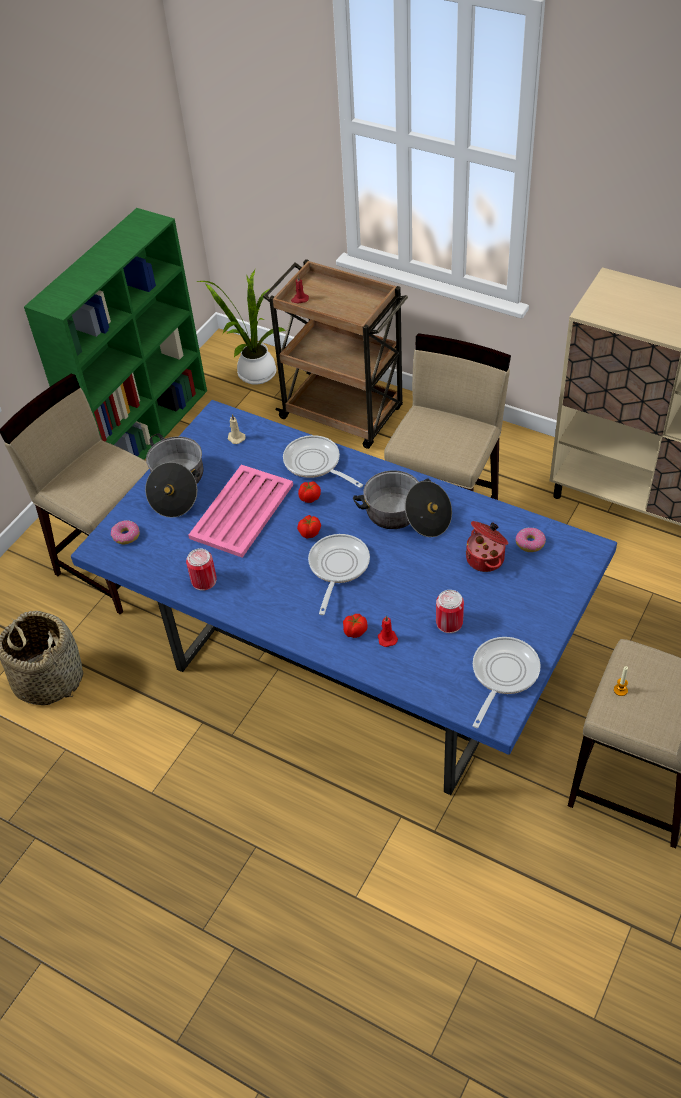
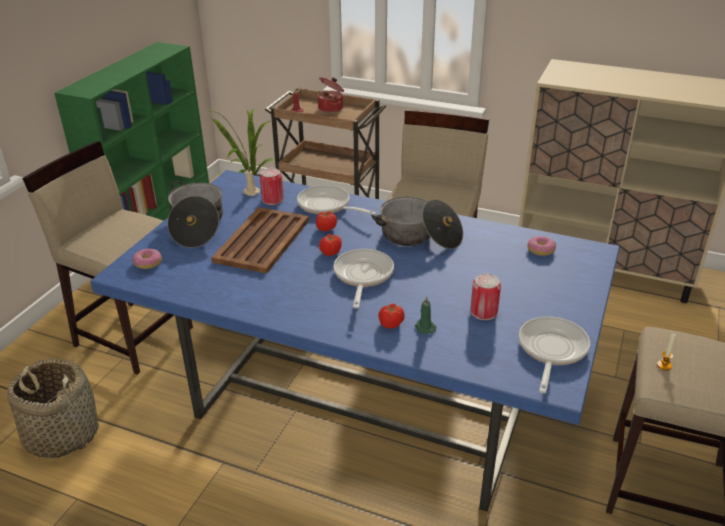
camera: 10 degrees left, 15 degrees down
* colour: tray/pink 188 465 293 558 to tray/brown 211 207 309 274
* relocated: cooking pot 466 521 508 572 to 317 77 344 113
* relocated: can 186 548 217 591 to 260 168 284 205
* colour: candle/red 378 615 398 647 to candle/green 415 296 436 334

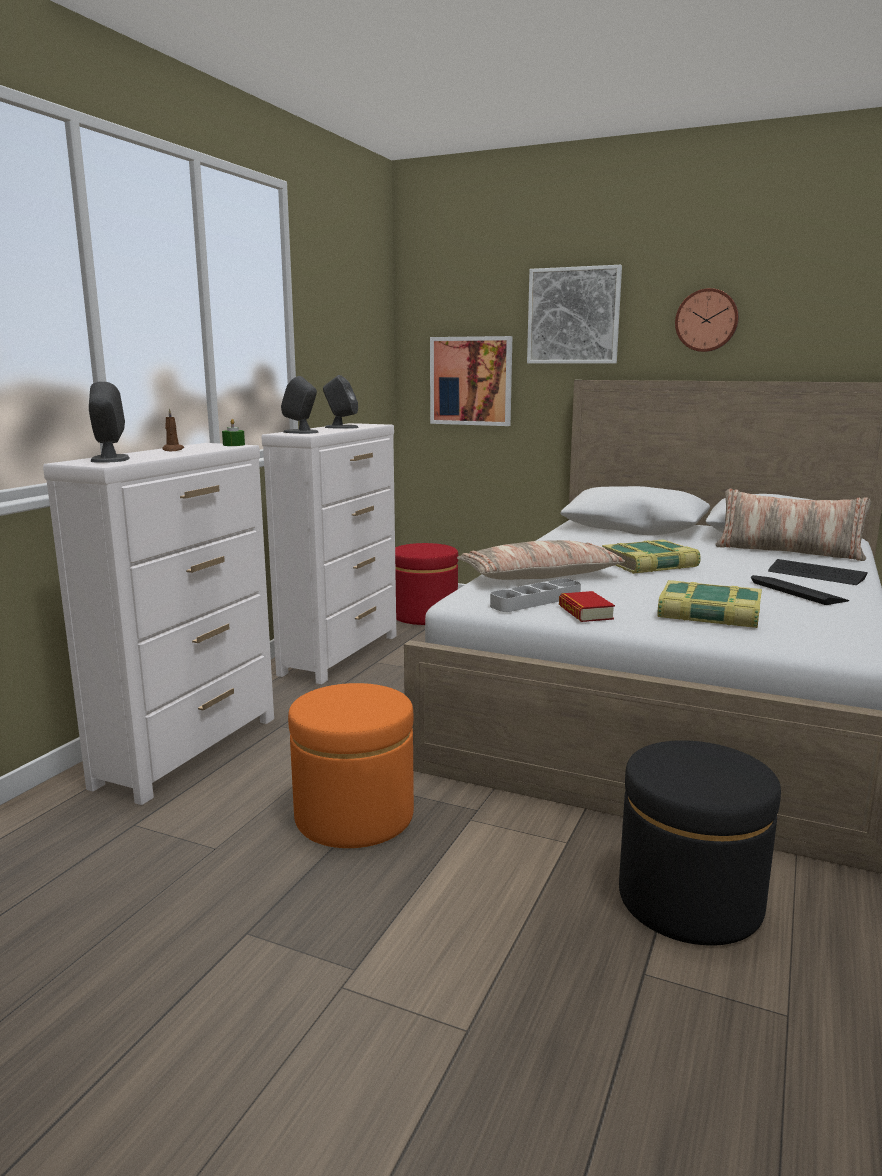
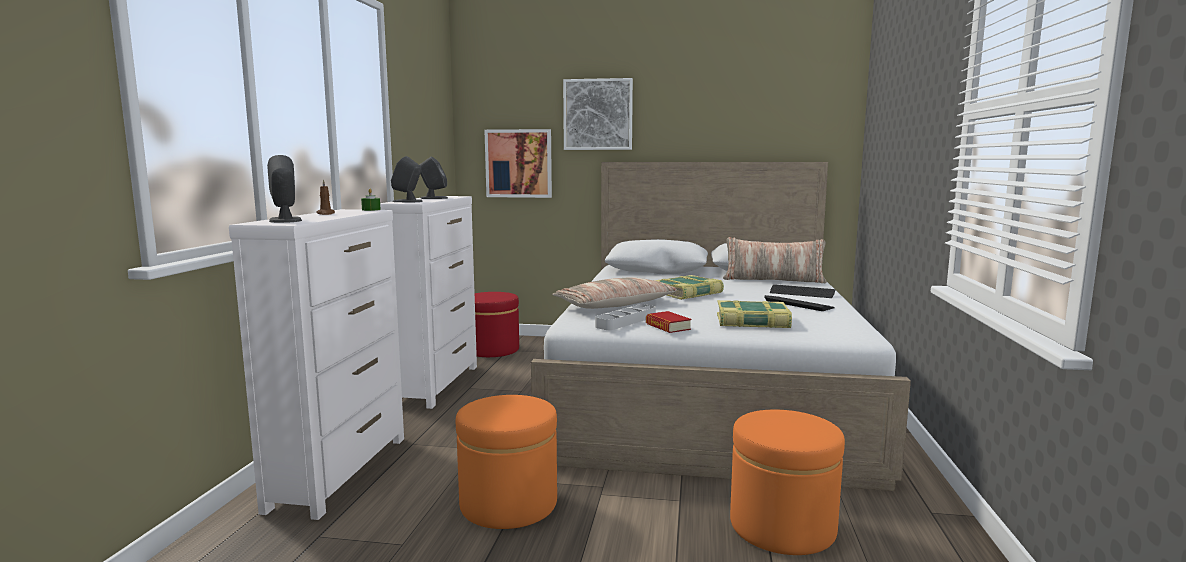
camera: 15 degrees left, 5 degrees down
* missing: wall clock 675 288 739 352
* colour: ottoman/black 619 740 781 946 to ottoman/orange 730 410 845 555

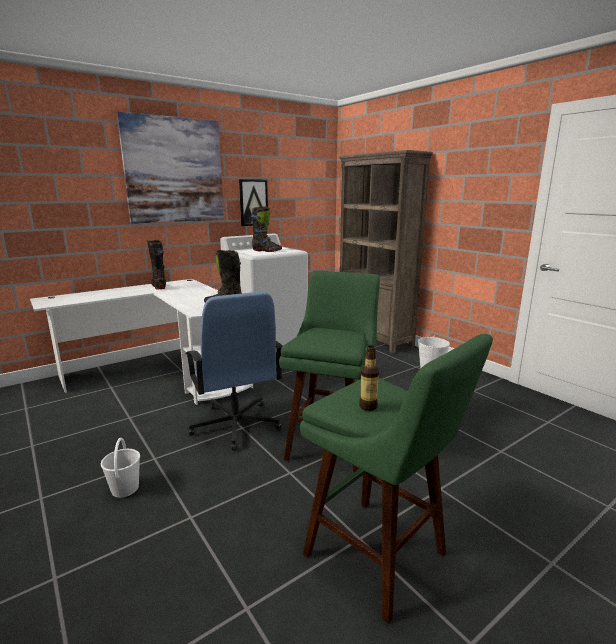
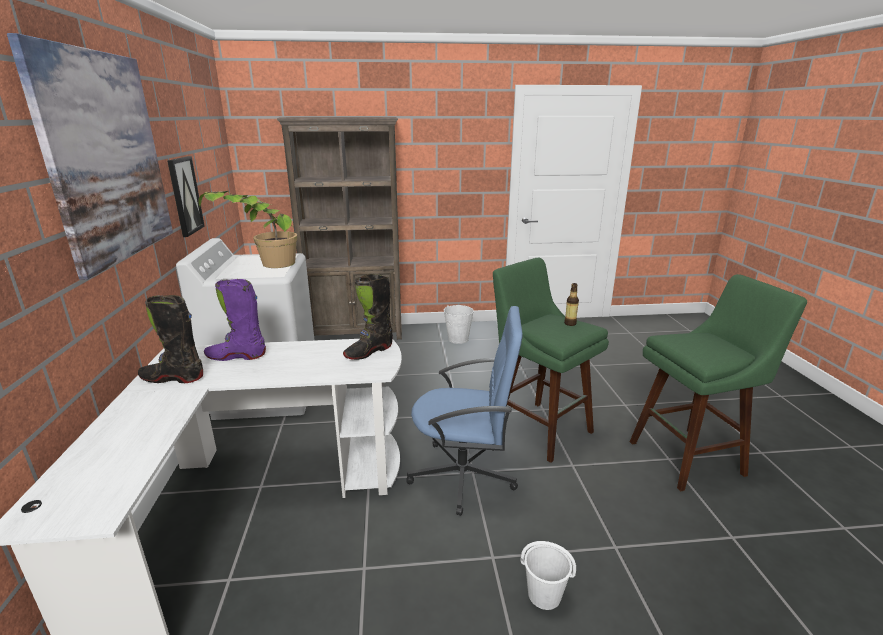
camera: 60 degrees left, 5 degrees up
* exchanged: boot/black 251 206 282 252 to potted plant 198 191 297 268
* relocated: bottle 359 345 379 411 to 564 283 579 326
* appeared: boot/purple 204 279 266 361

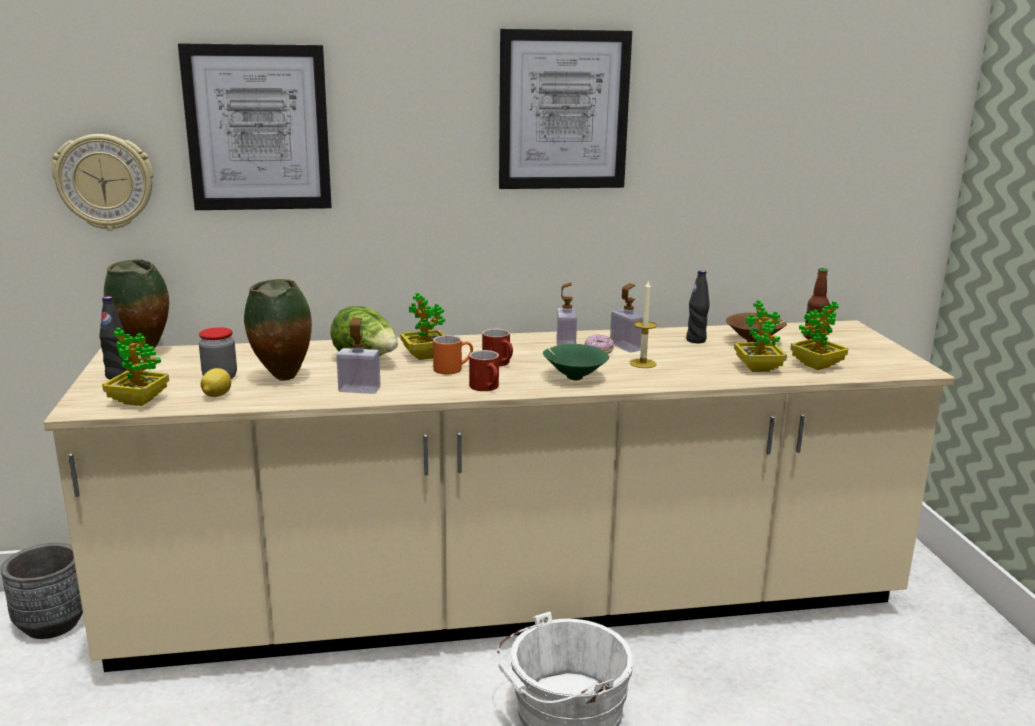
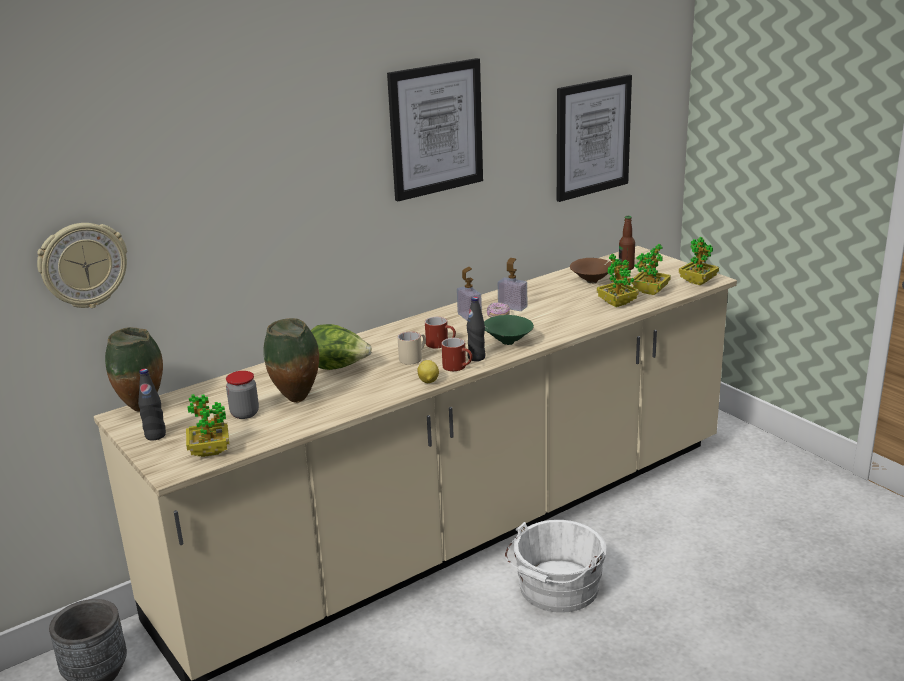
camera: 25 degrees left, 5 degrees up
* relocated: picture 178 43 332 210 to 557 75 632 202
* relocated: bottle/black 686 270 709 344 to 467 297 485 361
* missing: candle 630 281 657 368
* relocated: potted plant 400 293 445 360 to 679 237 719 285
* missing: soap dispenser 336 317 380 394
* colour: mug/orange 433 335 473 374 to mug/beige 398 331 426 364
* relocated: lemon 201 368 231 397 to 417 360 439 383

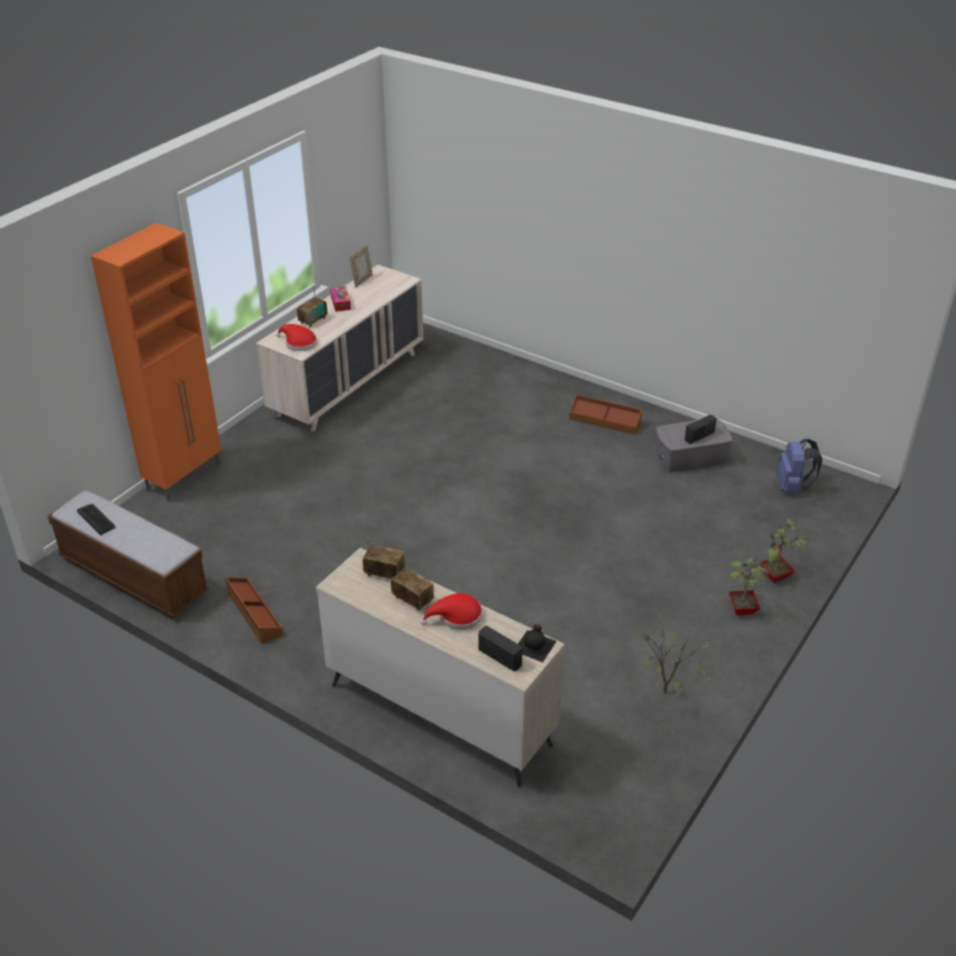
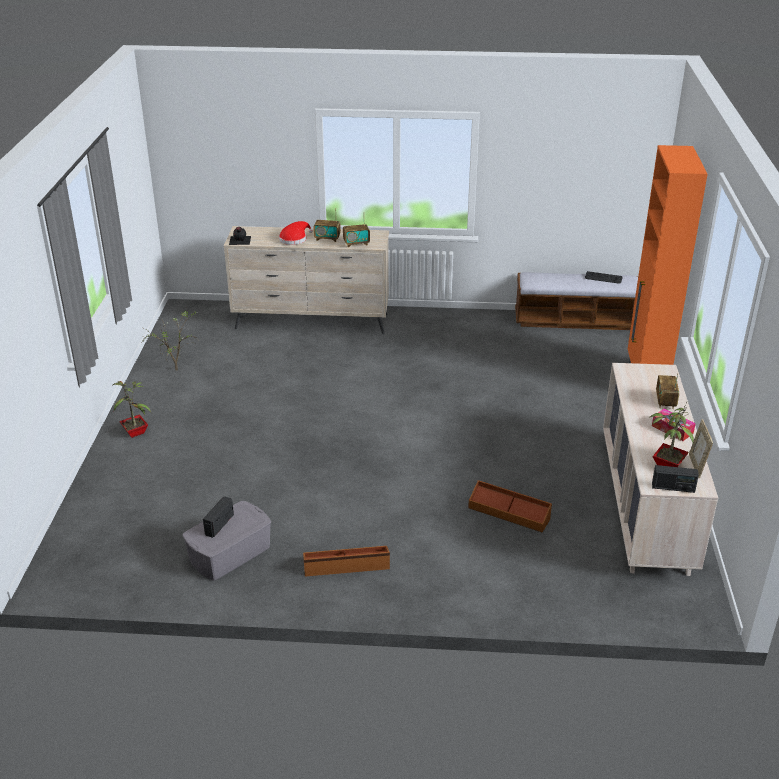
camera: 150 degrees right, 5 degrees down
* missing: hat/red 276 324 317 351
* missing: backpack/blue 776 439 822 491
* relocated: potted plant 760 518 809 583 to 650 402 694 467
* relocated: storage box/brown 225 577 283 644 to 468 480 552 532
* relocated: radio 478 626 523 671 to 652 465 699 493

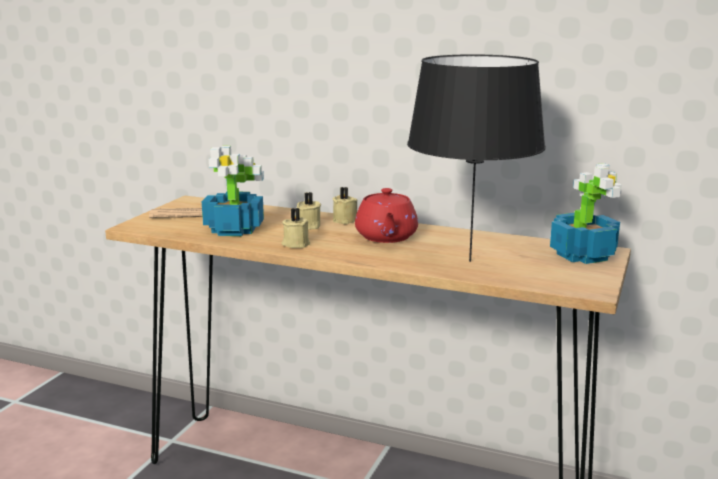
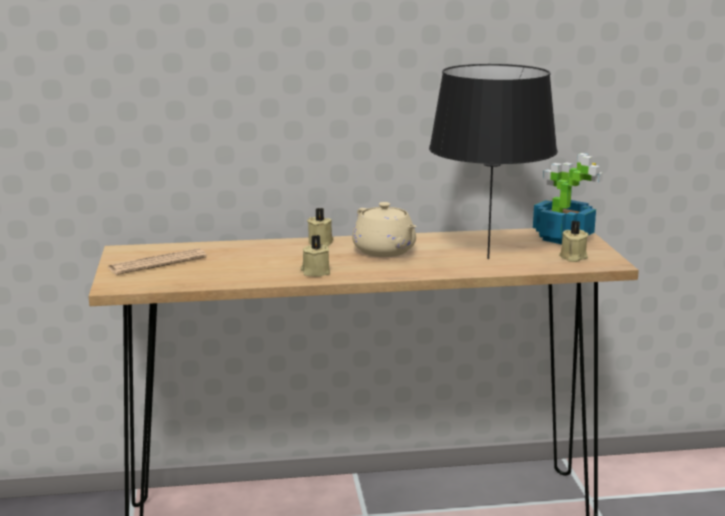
camera: 30 degrees left, 0 degrees up
* missing: potted plant 202 146 264 236
* colour: teapot/red 355 188 418 243 to teapot/beige 352 202 417 257
* relocated: candle/beige 297 192 321 229 to 559 221 589 262

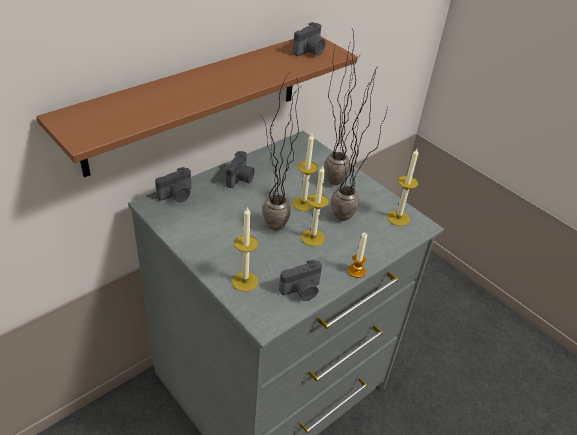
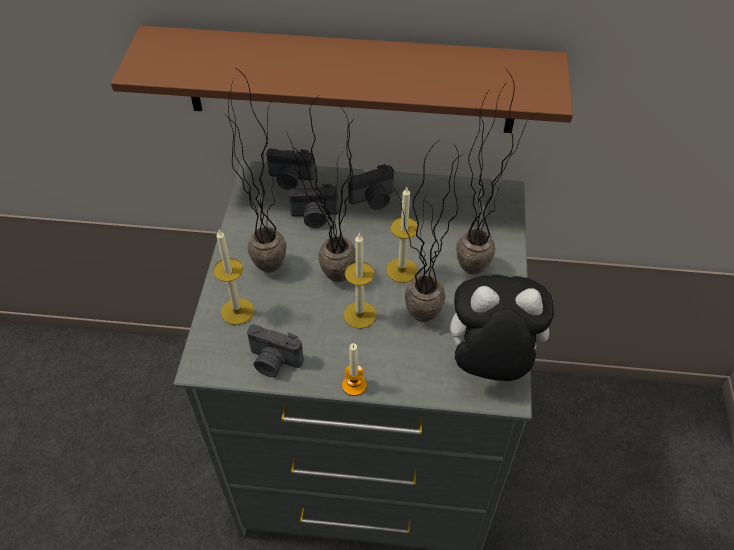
camera: 50 degrees right, 10 degrees up
* relocated: photo camera 293 22 326 56 to 289 184 338 228
* exchanged: candle 387 149 418 226 to plush toy 437 275 554 381
* appeared: potted plant 225 68 286 273

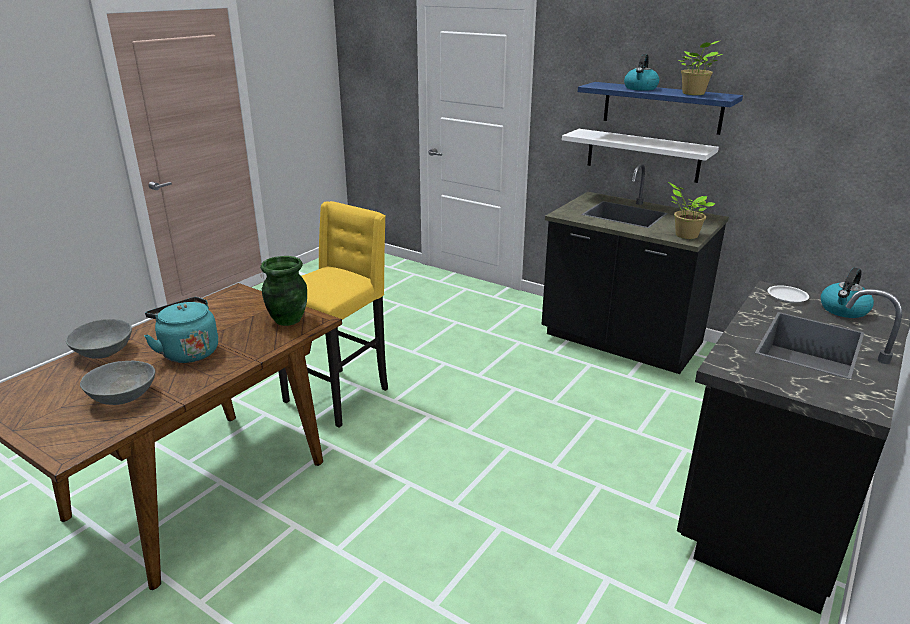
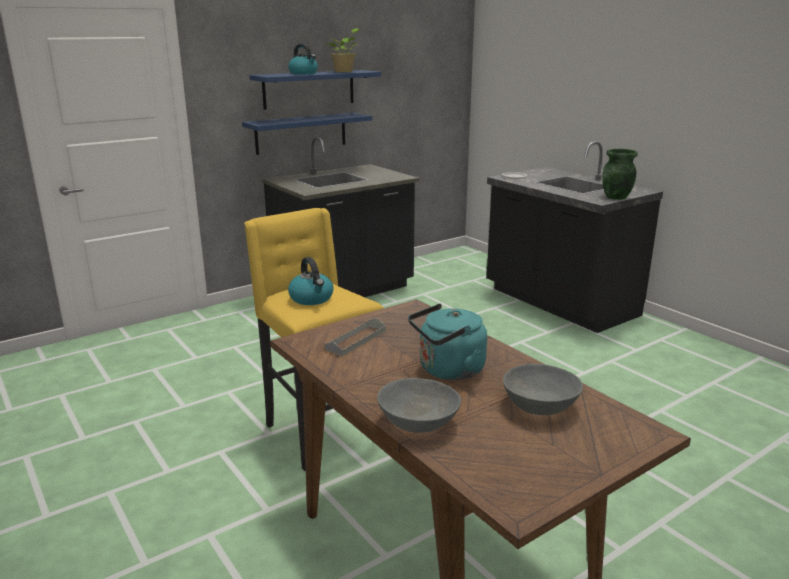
camera: 70 degrees left, 5 degrees down
* colour: shelf/white 562 129 719 183 to shelf/blue 242 112 372 155
* missing: potted plant 668 182 715 239
* relocated: vase/green 260 256 307 326 to 602 149 638 200
* relocated: kettle 821 268 874 318 to 288 257 333 305
* appeared: tray/grey 325 318 386 356

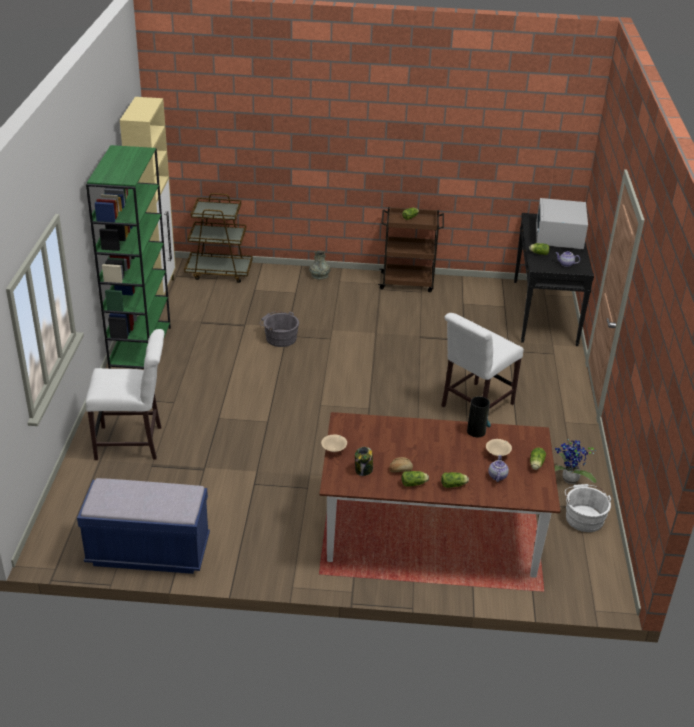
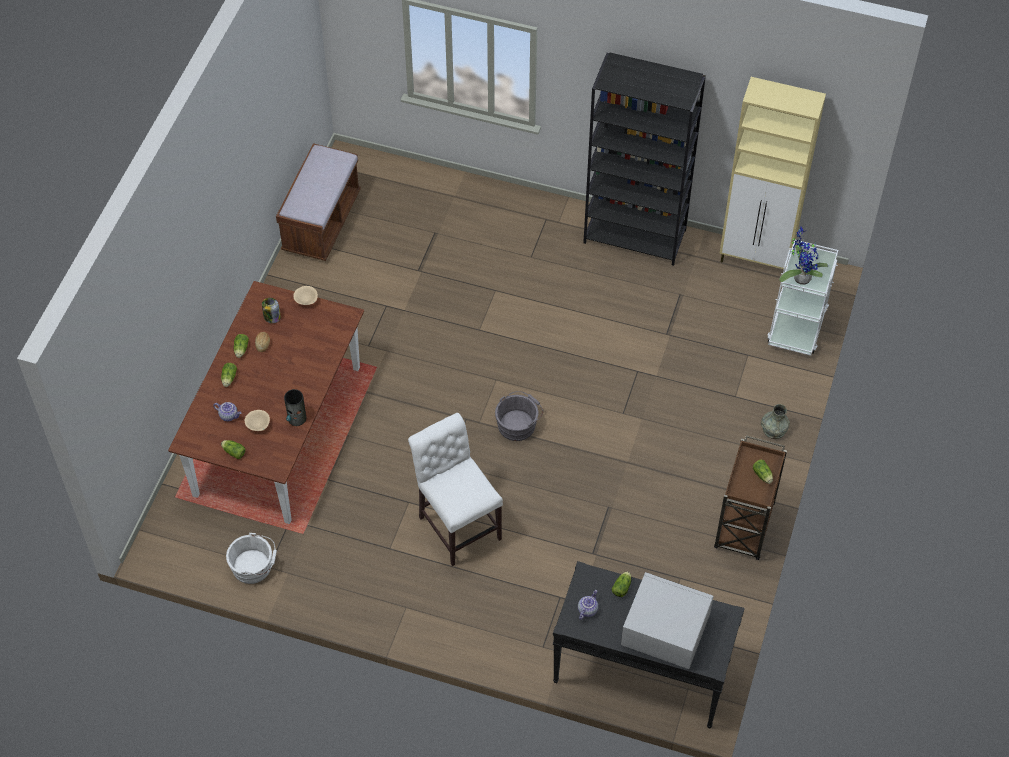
camera: 105 degrees right, 20 degrees up
* colour: bookcase/green 86 145 171 369 to bookcase/black 583 52 706 266
* colour: cart/brown 184 193 253 283 to cart/white 767 240 838 356
* relocated: bucket/grey 260 311 299 347 to 495 391 543 441
* missing: chair/white 86 329 164 460
* relocated: potted plant 554 439 596 484 to 779 227 828 285
* colour: bench/blue 77 478 210 574 to bench/brown 276 143 361 261

